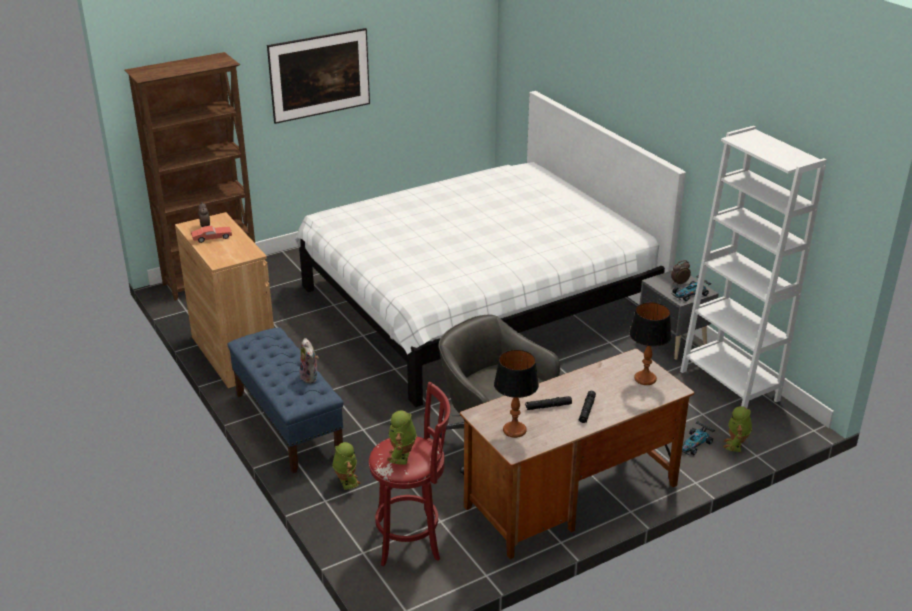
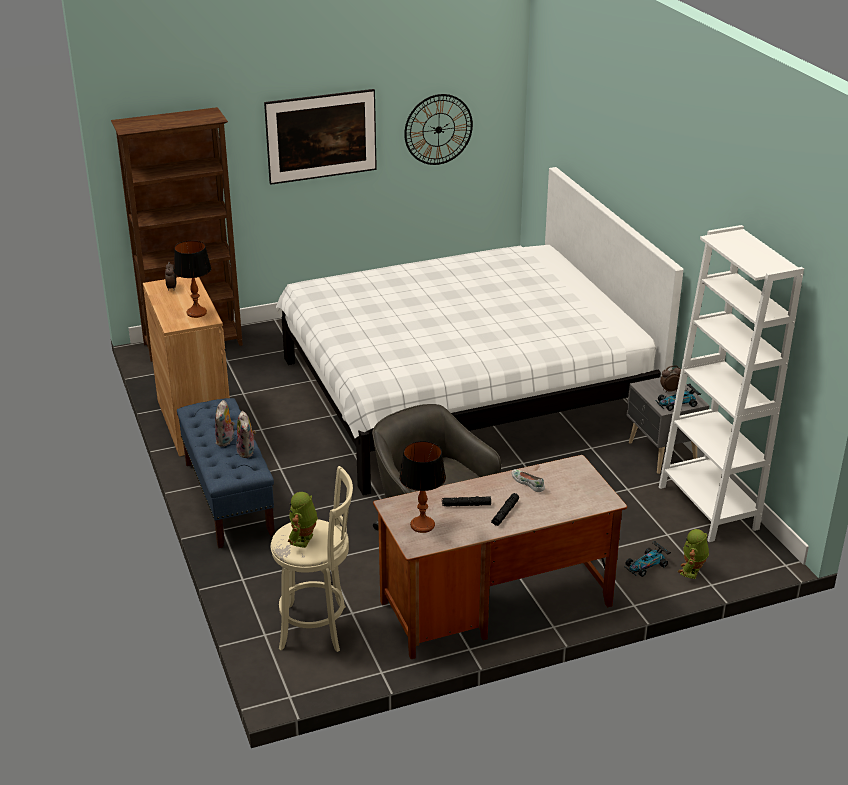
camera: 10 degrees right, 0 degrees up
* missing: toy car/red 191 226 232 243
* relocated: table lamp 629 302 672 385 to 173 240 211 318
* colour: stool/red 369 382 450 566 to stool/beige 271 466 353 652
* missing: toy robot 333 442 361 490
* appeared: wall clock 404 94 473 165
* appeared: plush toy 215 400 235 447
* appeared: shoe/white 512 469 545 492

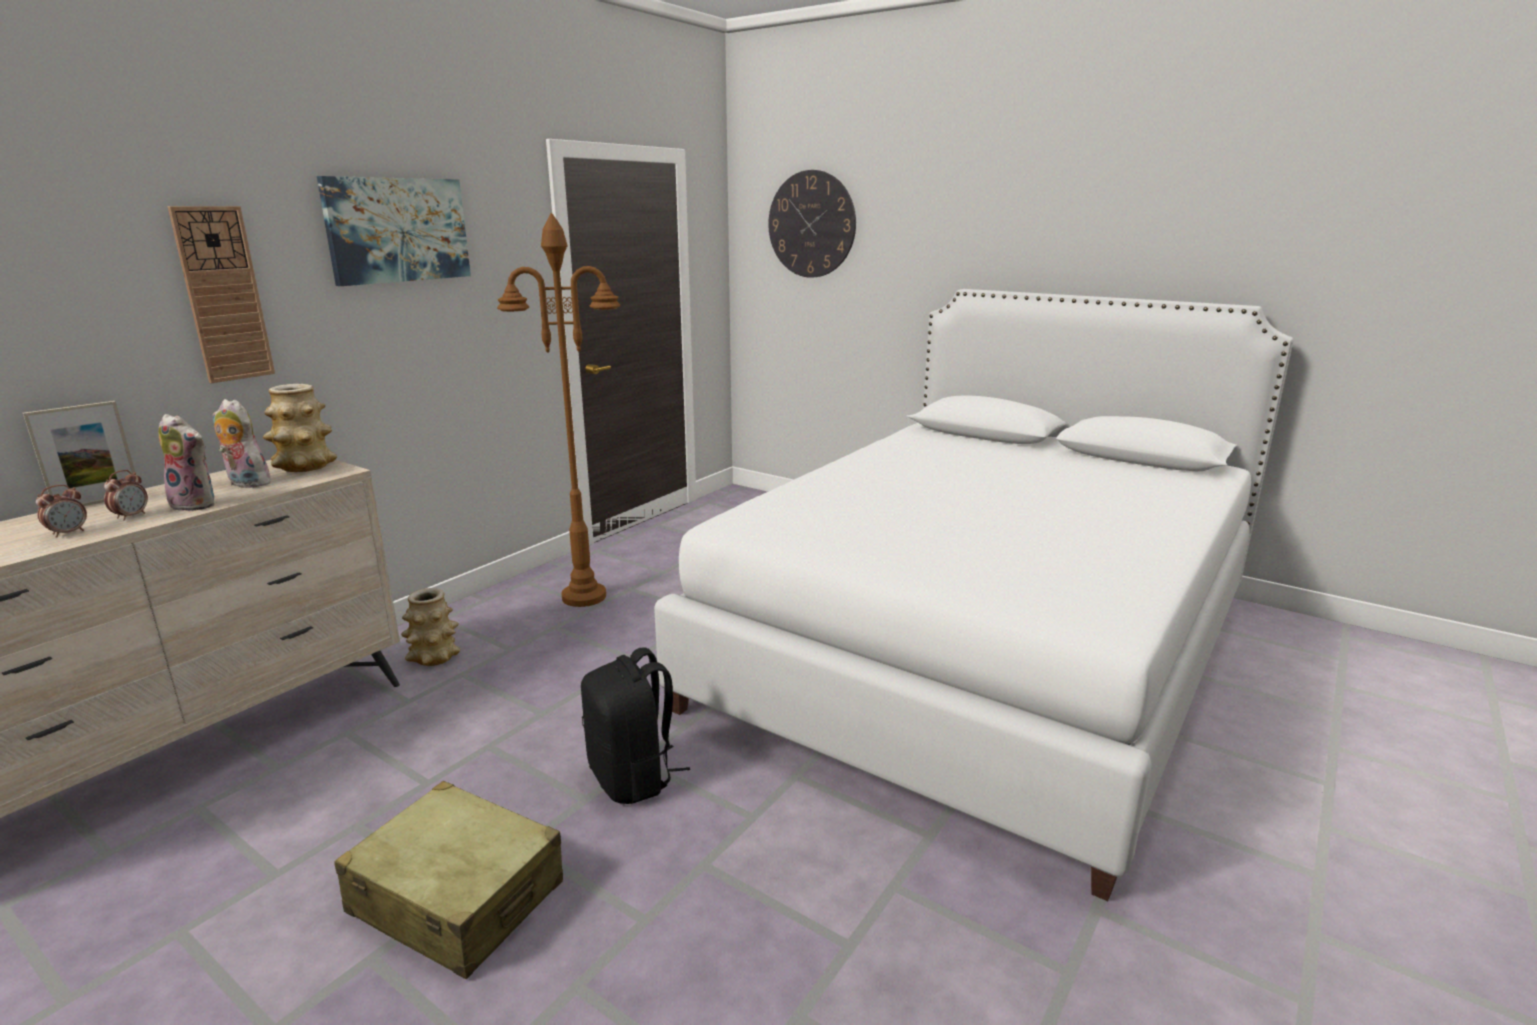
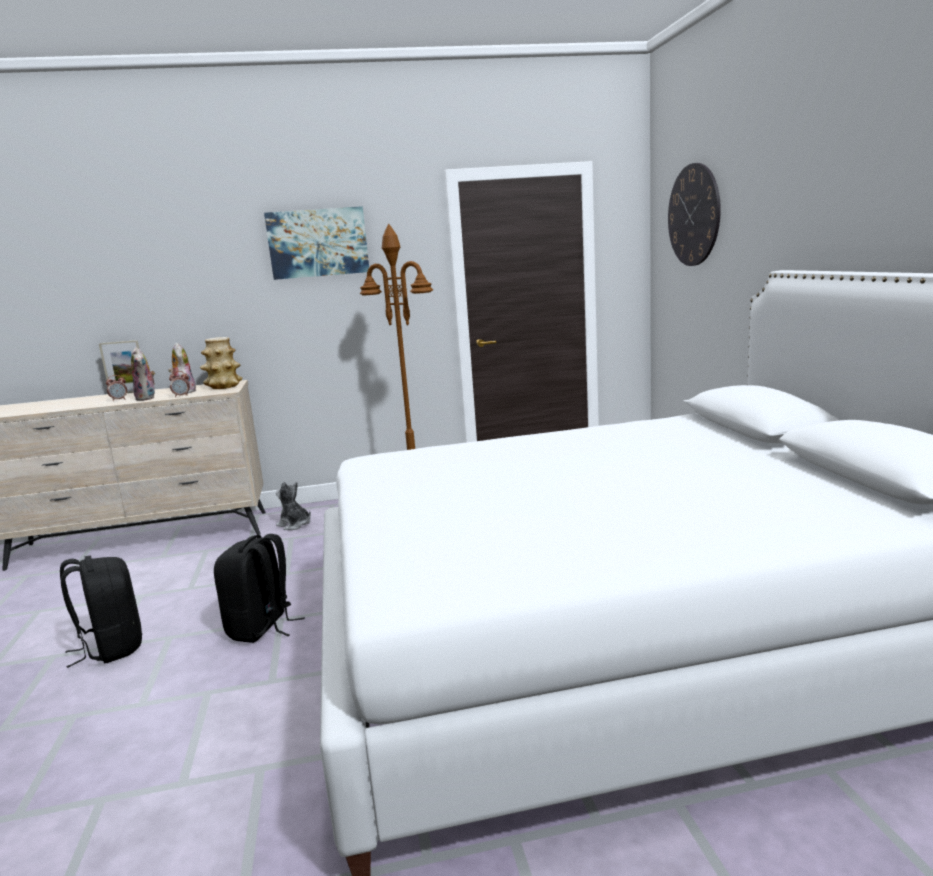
camera: 45 degrees right, 5 degrees down
* missing: wall clock 168 206 275 383
* relocated: alarm clock 36 485 87 538 to 169 371 190 397
* exchanged: vase 401 588 460 666 to plush toy 276 481 311 530
* exchanged: suitcase/beige 334 781 563 979 to backpack/black 60 555 142 668

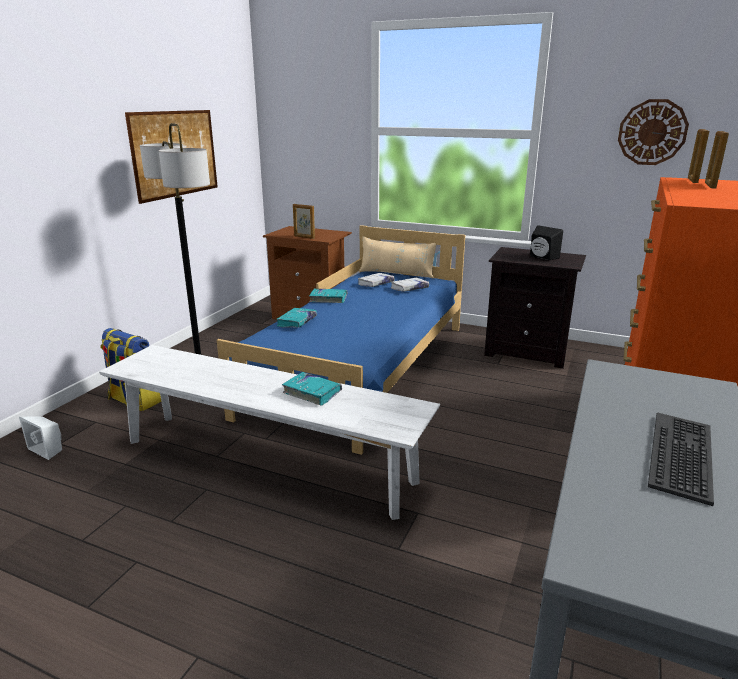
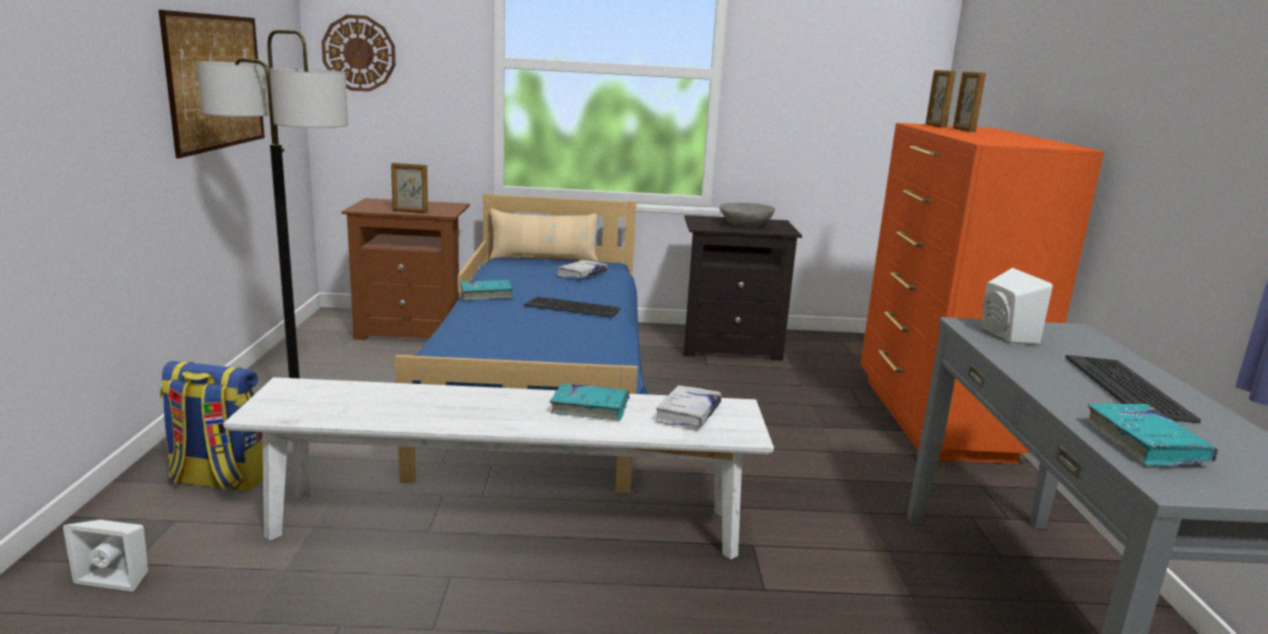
camera: 25 degrees left, 5 degrees down
* relocated: wall clock 618 99 689 165 to 321 15 396 92
* exchanged: speaker/black 530 225 563 260 to bowl/grey 720 203 775 227
* relocated: book/white 358 273 395 287 to 655 385 722 427
* relocated: book/turquoise 276 308 317 328 to 1085 403 1218 467
* appeared: speaker/white 981 268 1053 345
* appeared: keyboard 524 296 621 318

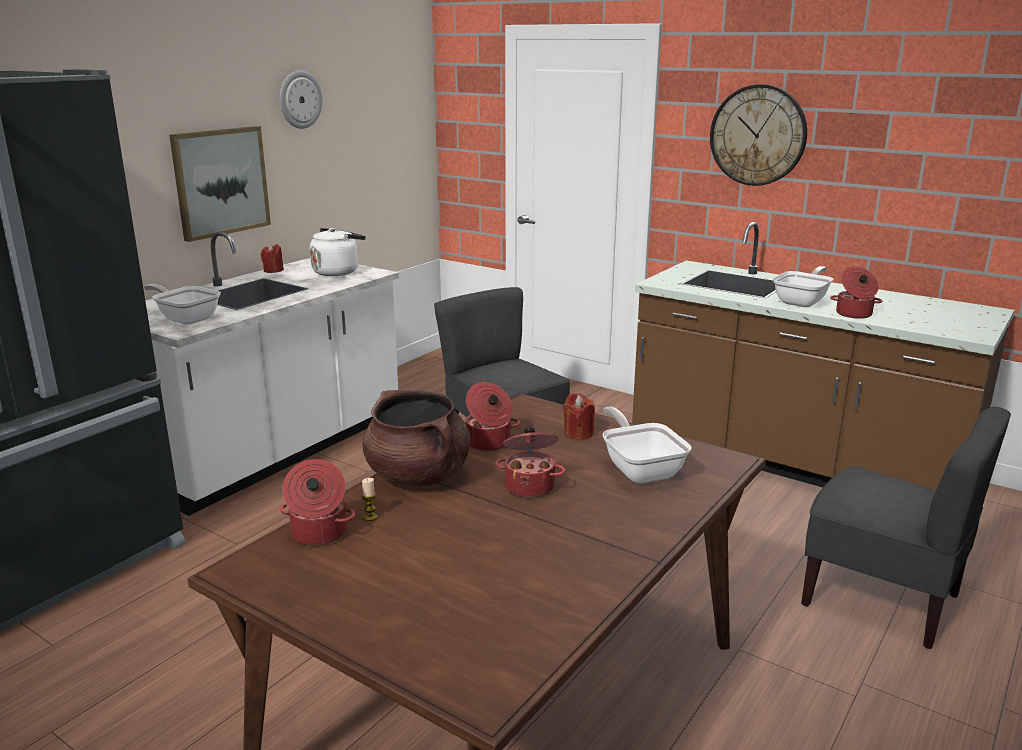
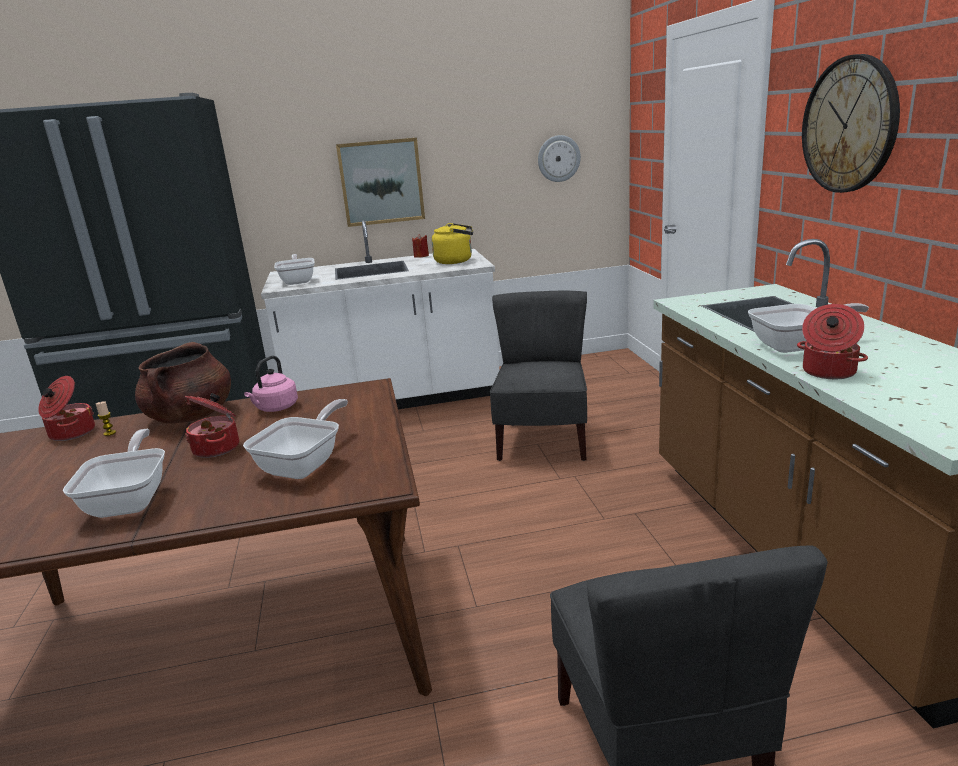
camera: 45 degrees right, 0 degrees up
* relocated: wall clock 280 70 322 129 to 538 135 581 182
* colour: kettle/white 310 228 366 276 to kettle/yellow 432 223 473 264
* exchanged: cooking pot 464 382 520 451 to kettle/pink 244 356 298 412
* missing: candle/red 563 393 595 440
* appeared: frying pan 63 429 165 518

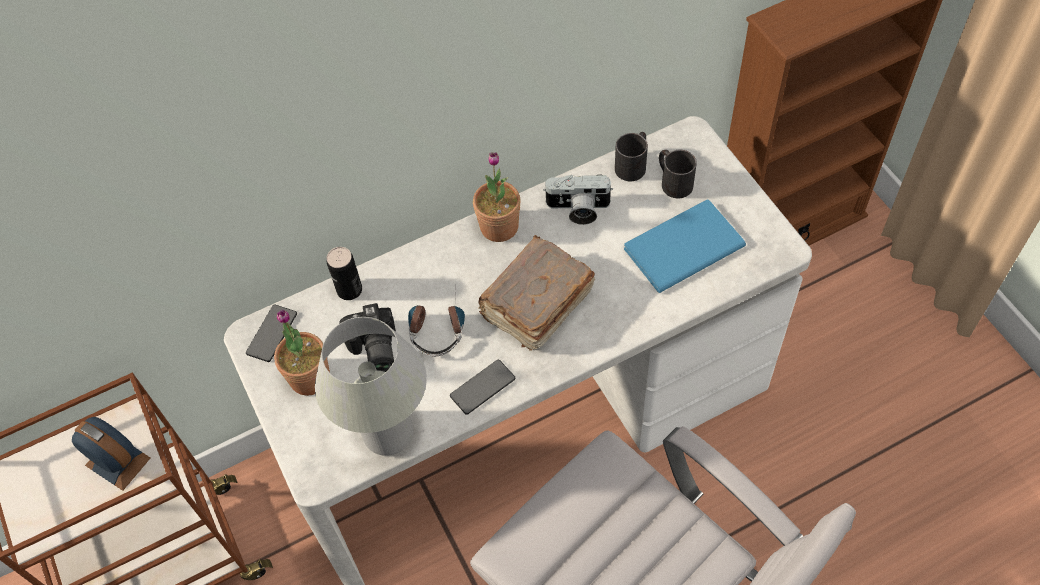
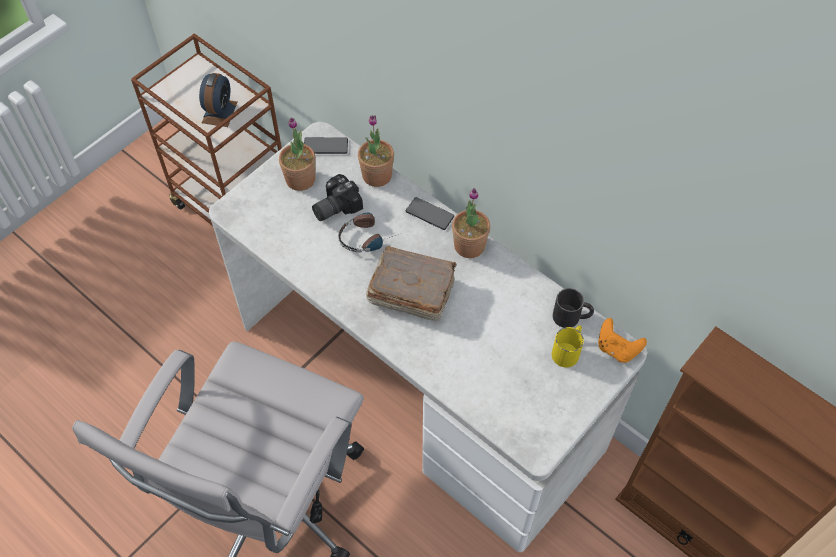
camera: 65 degrees right, 0 degrees up
* colour: mug/black 659 150 697 198 to mug/yellow 552 325 584 367
* missing: photo camera 543 174 613 225
* missing: book/blue 624 200 746 293
* exchanged: can 327 247 362 300 to potted plant 358 115 394 187
* missing: table lamp/white 315 317 427 456
* relocated: phone 450 360 516 415 to 406 197 454 230
* appeared: game controller/orange 598 318 647 363

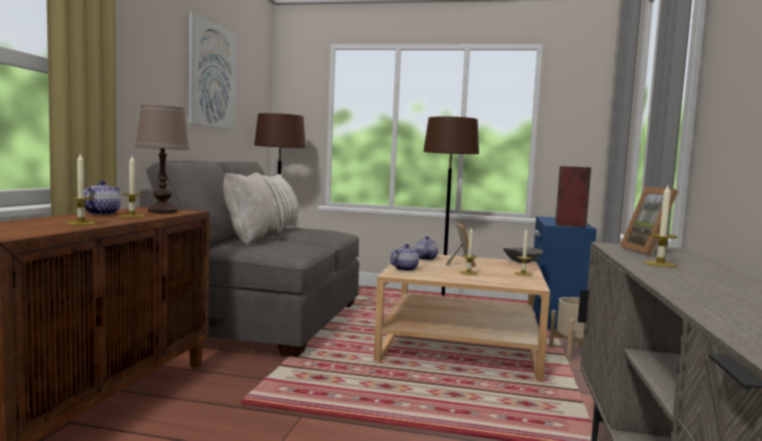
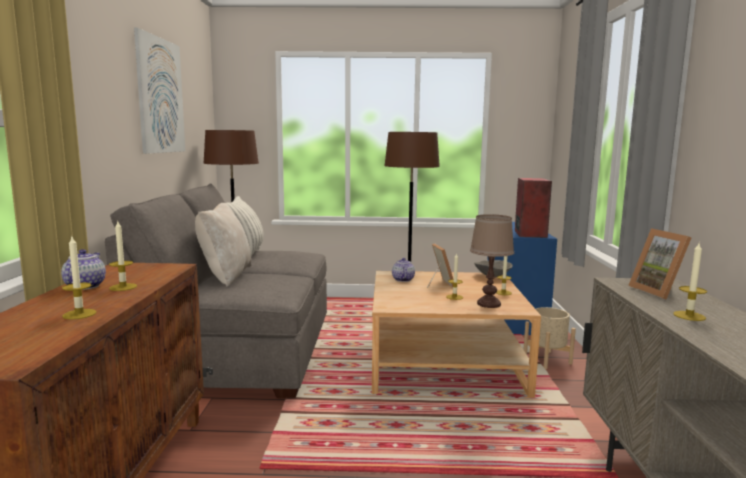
camera: 10 degrees left, 5 degrees up
* relocated: table lamp/brown 135 105 189 213 to 470 214 514 308
* missing: teapot 390 244 422 271

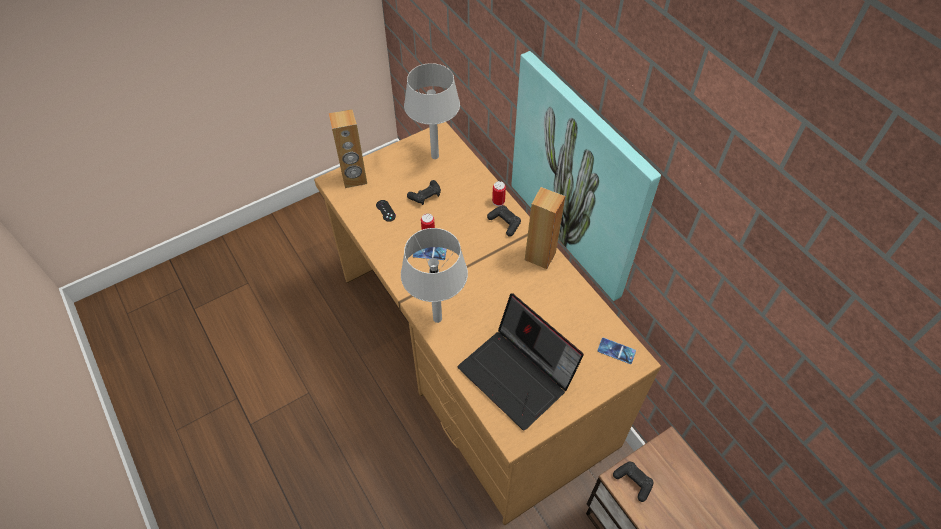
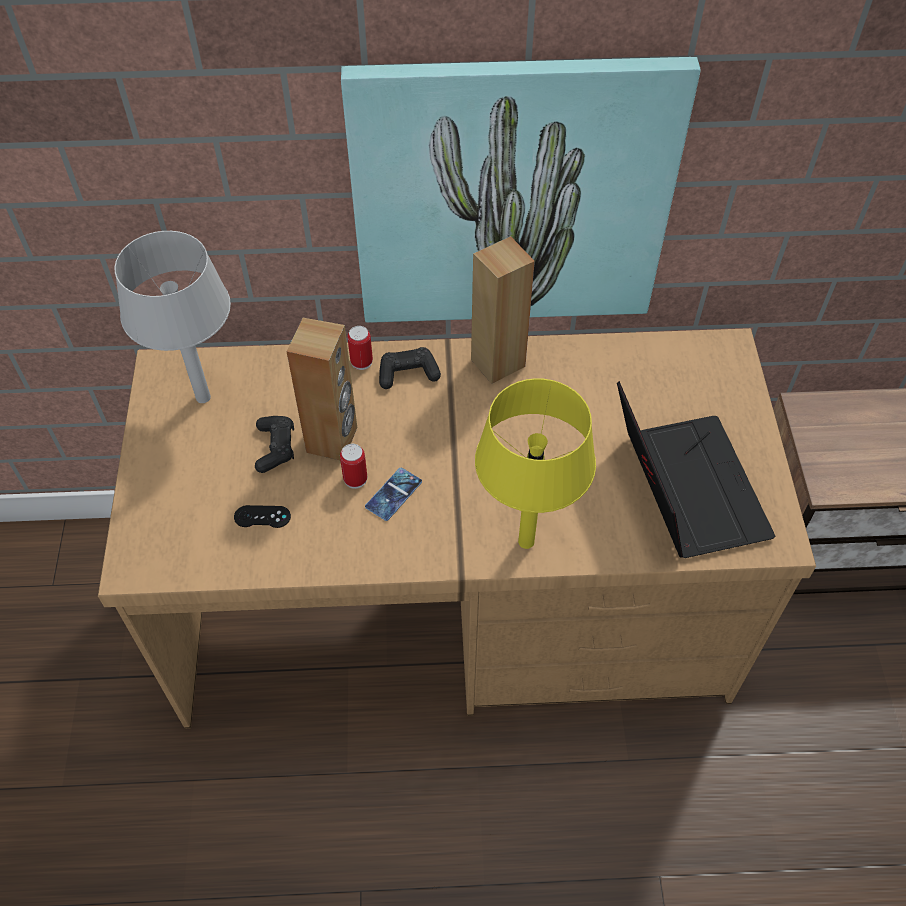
camera: 60 degrees left, 0 degrees up
* relocated: speaker/brown 329 109 367 188 to 286 318 357 460
* colour: table lamp/grey 401 228 468 323 to table lamp/yellow 475 378 596 549
* spun: laptop 457 293 584 430 = 617 381 775 558 90 degrees counterclockwise
* missing: phone 597 338 636 364
* missing: game controller/black 613 462 653 502

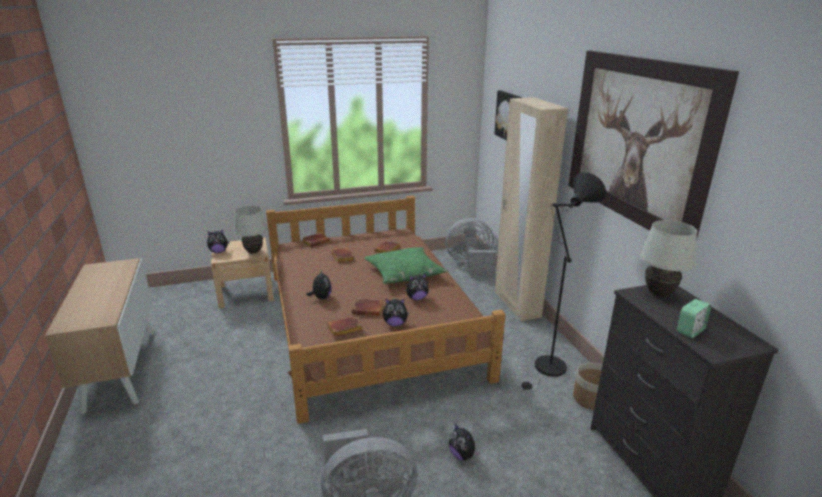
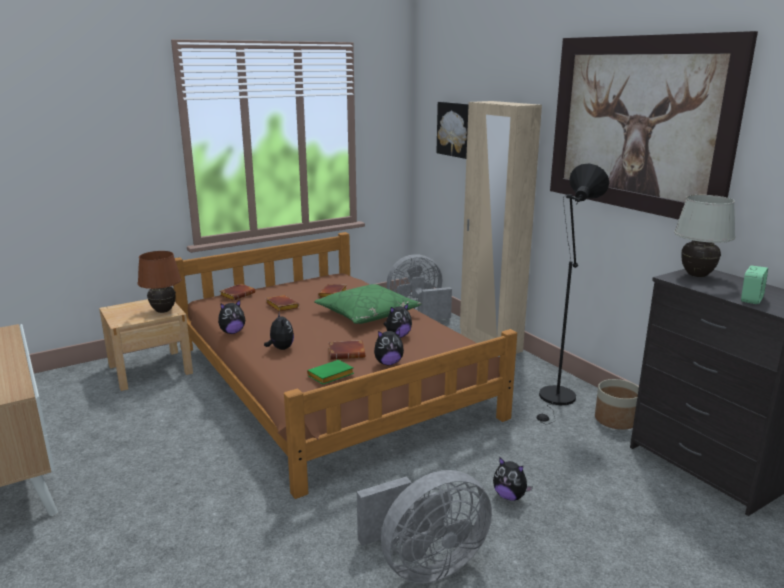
camera: 15 degrees left, 5 degrees down
* colour: table lamp/white 234 206 267 254 to table lamp/brown 138 251 181 313
* relocated: plush toy 207 229 229 253 to 218 300 245 334
* colour: book/brown 327 316 362 337 to book/green 307 360 354 384

